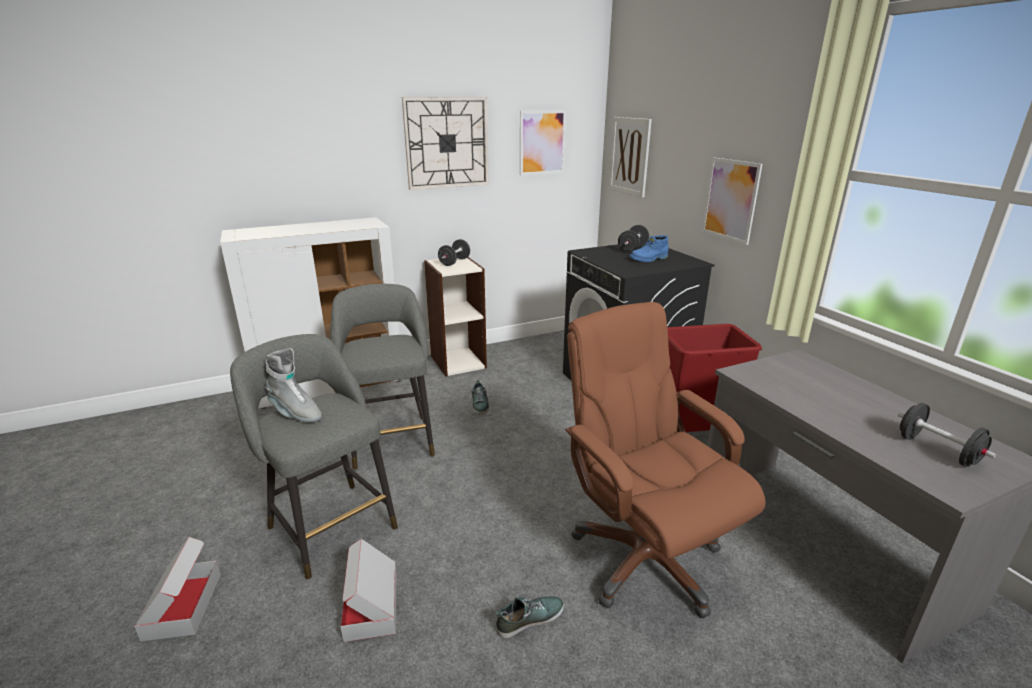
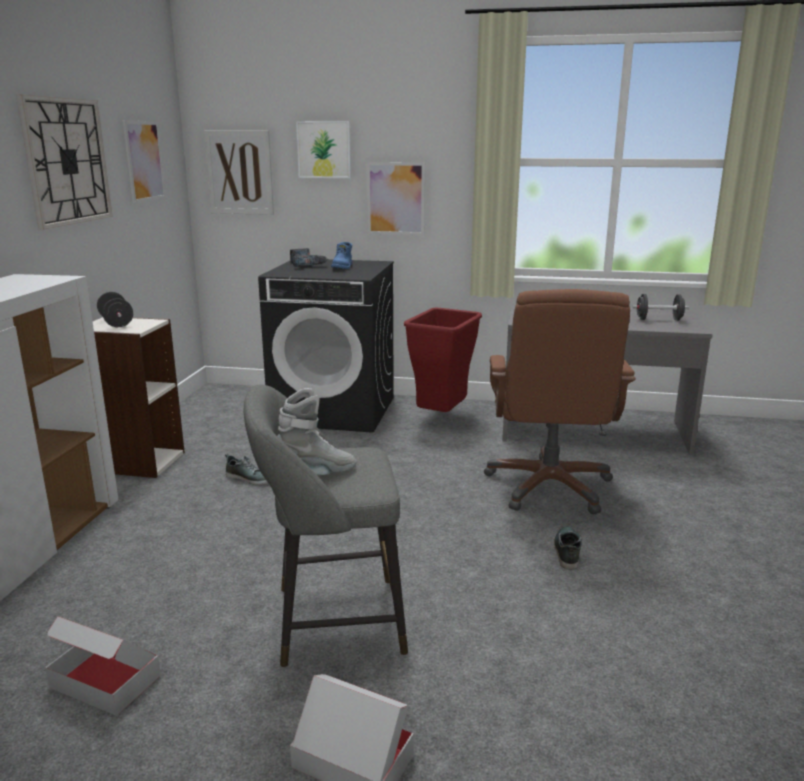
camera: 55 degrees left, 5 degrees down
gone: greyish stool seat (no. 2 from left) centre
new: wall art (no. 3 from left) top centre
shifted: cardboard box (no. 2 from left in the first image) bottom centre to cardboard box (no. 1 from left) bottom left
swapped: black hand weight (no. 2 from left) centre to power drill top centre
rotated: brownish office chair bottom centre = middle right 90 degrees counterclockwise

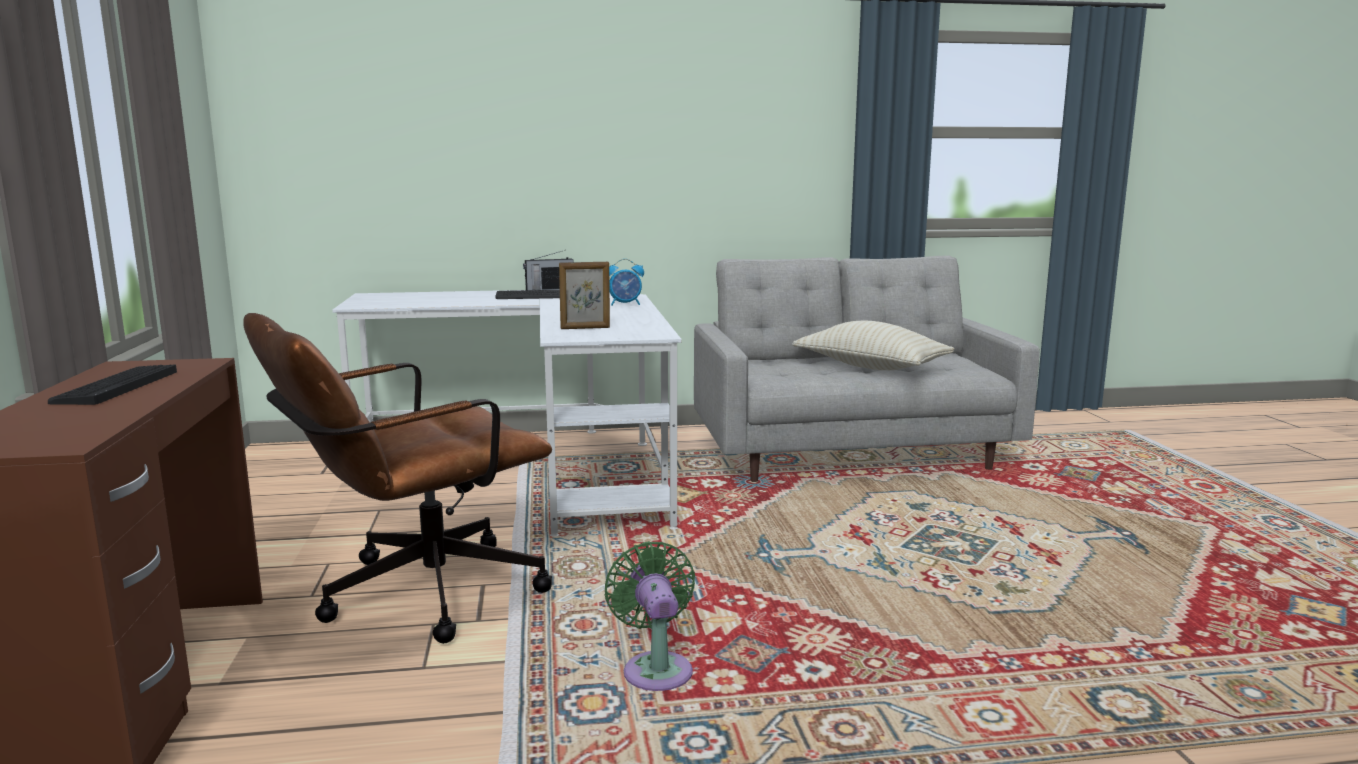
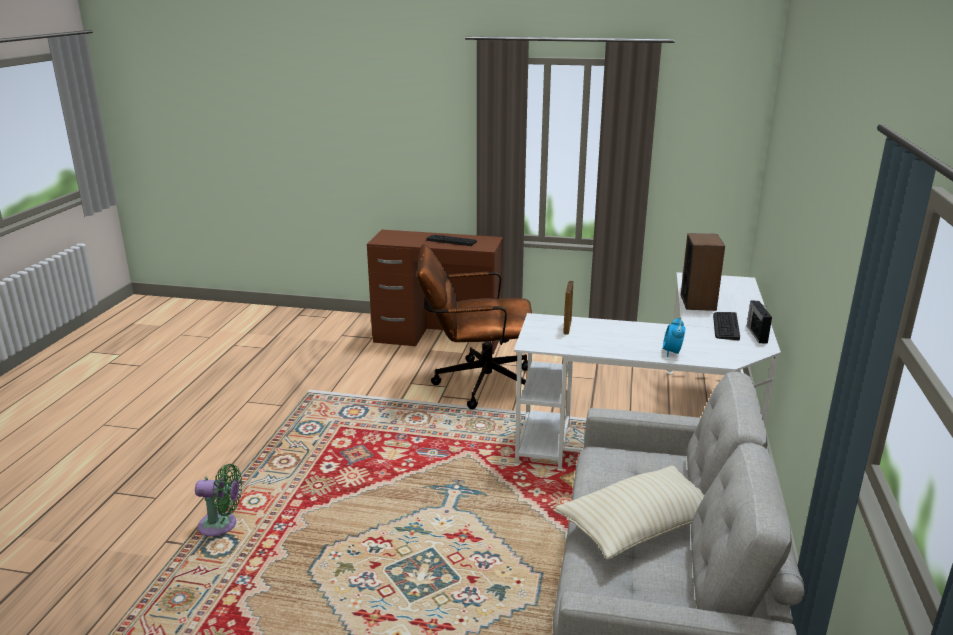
camera: 110 degrees right, 10 degrees up
new: audio speaker middle right
shifted: green-coloured fan bottom centre to bottom left
rotated: brownish office chair middle left = centre 75 degrees counterclockwise

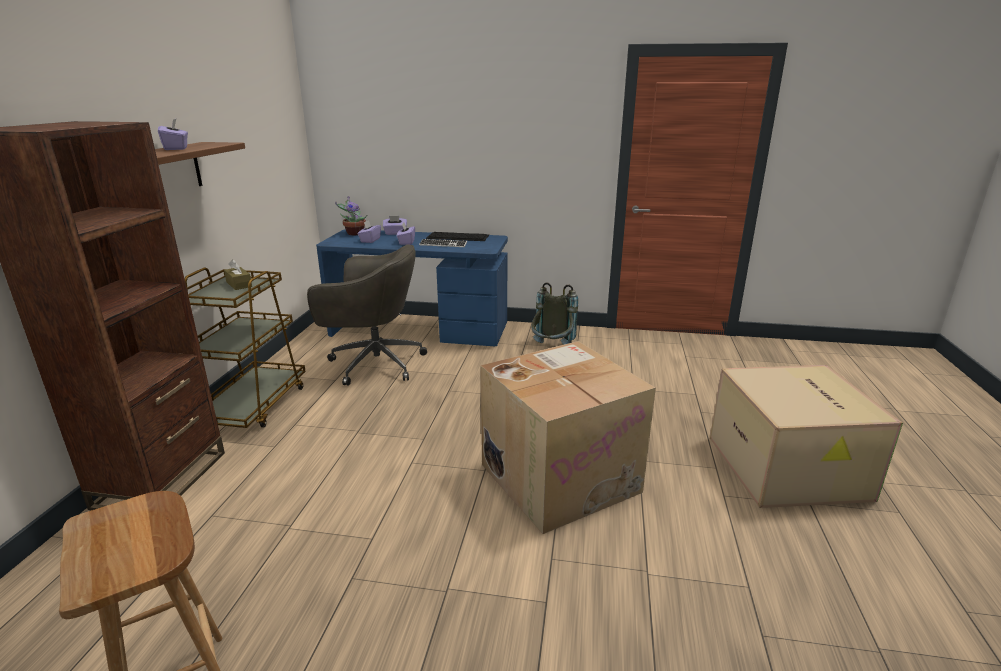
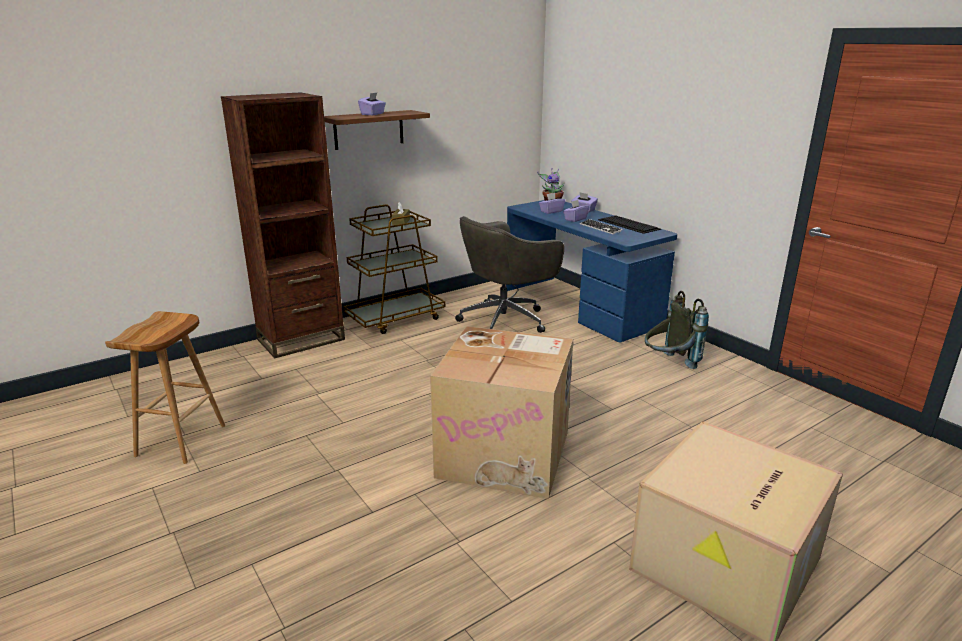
camera: 45 degrees right, 0 degrees up
rotated: greyish office chair centre = centre 90 degrees clockwise

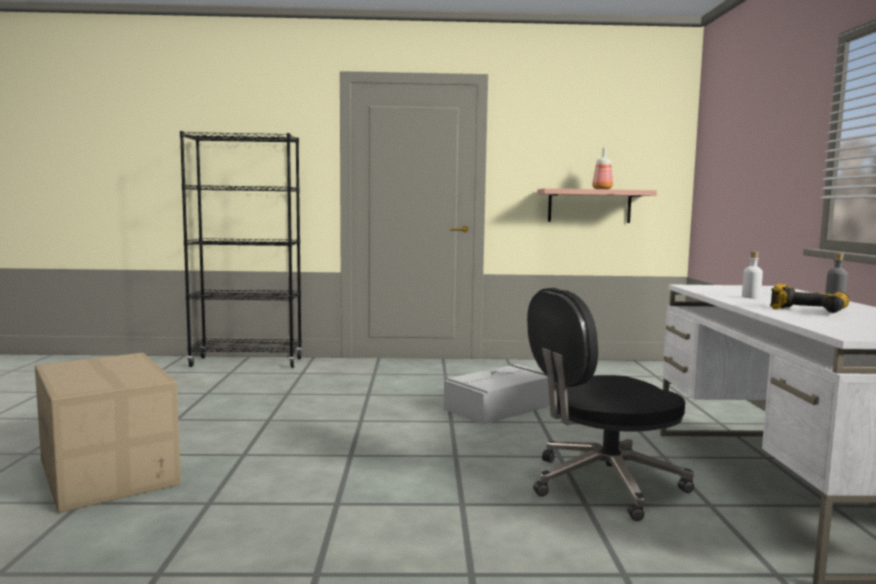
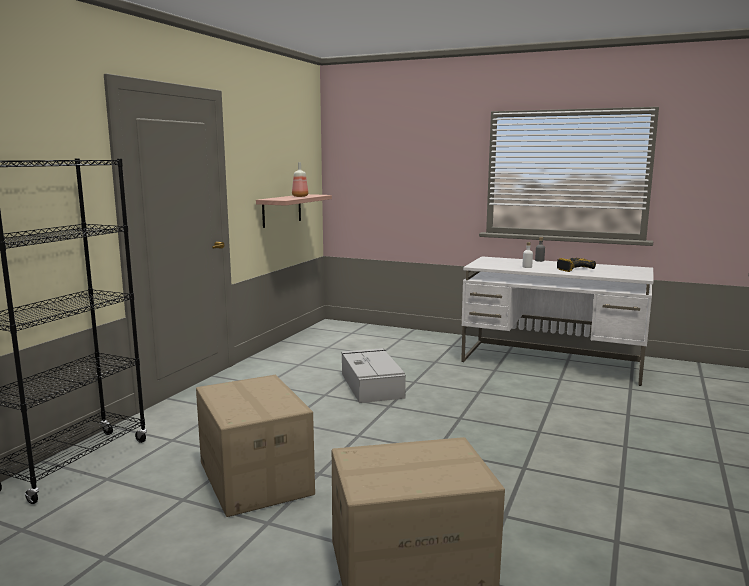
camera: 65 degrees left, 5 degrees up
gone: black office chair bottom right
new: cardboard box (no. 1 from left) bottom centre

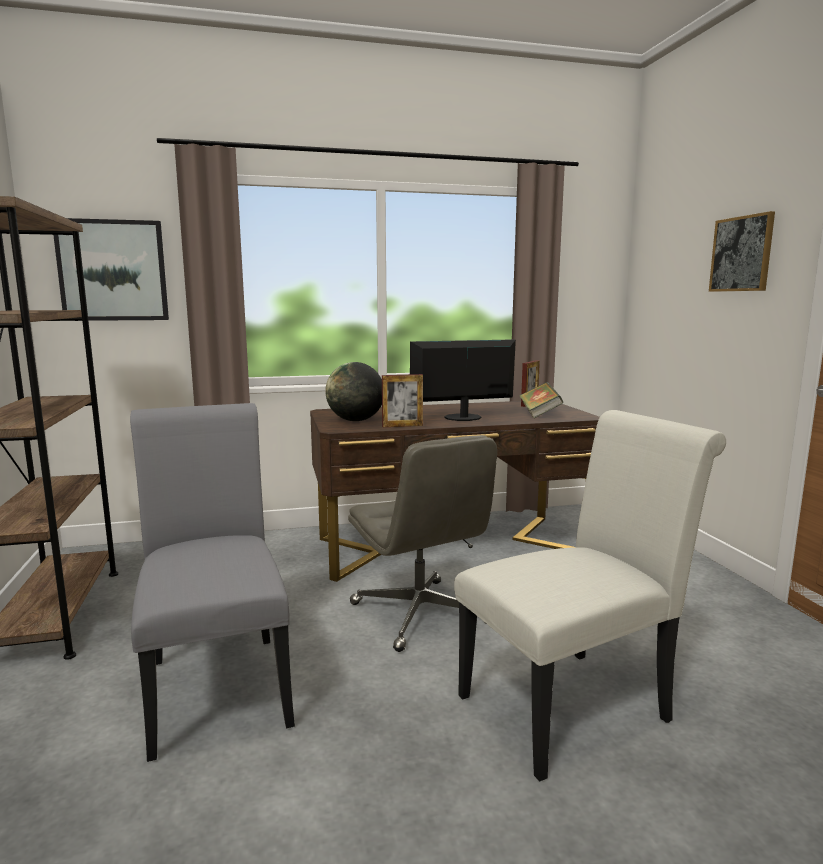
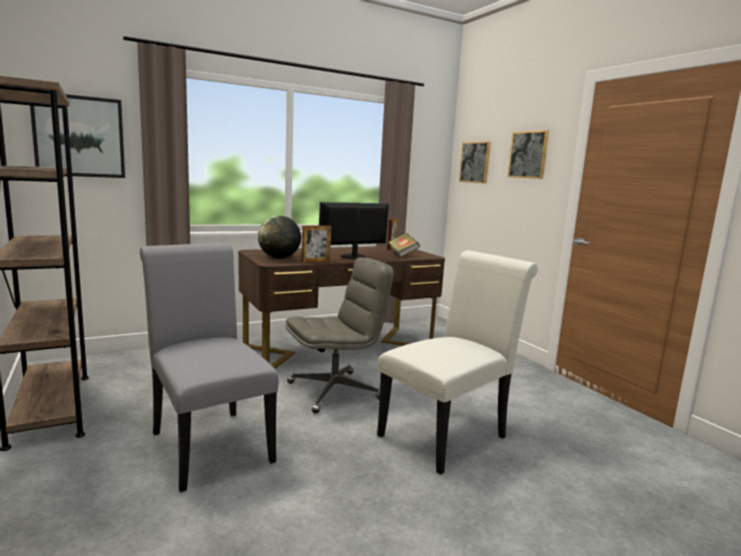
camera: 15 degrees left, 0 degrees up
new: wall art (no. 2 from left) top centre
rotated: greyish office chair centre = centre 75 degrees counterclockwise

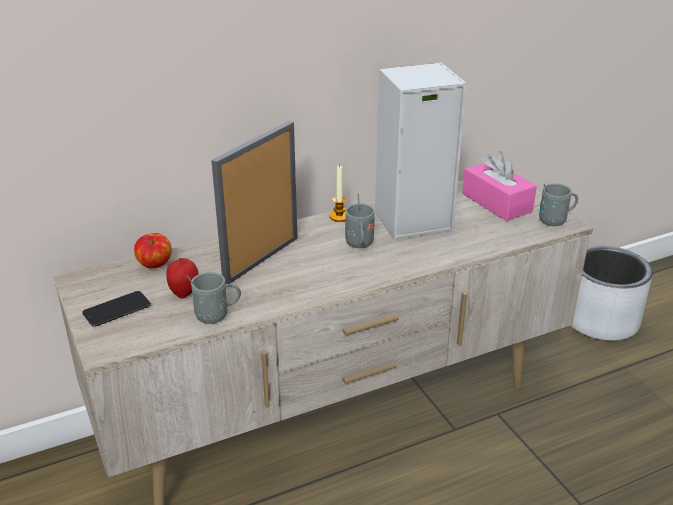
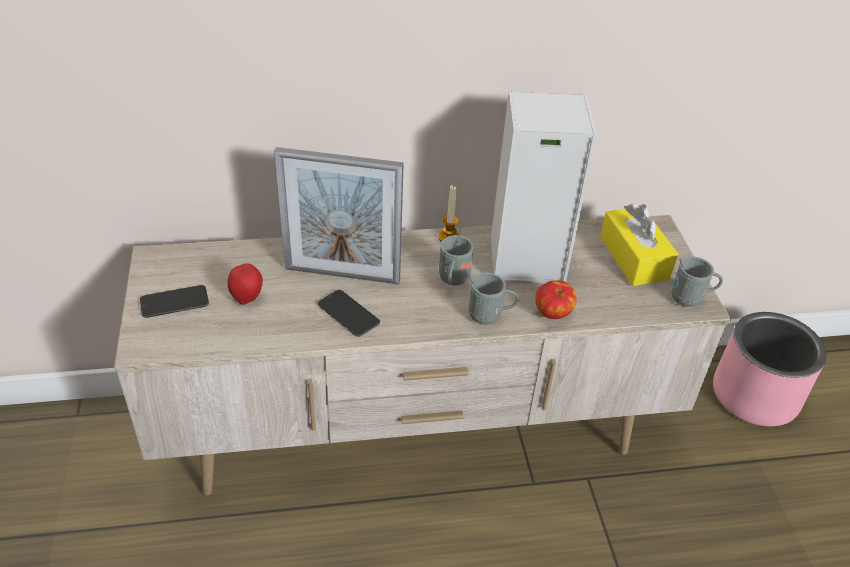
camera: 15 degrees right, 10 degrees up
new: telephone (no. 2 from left) centre
shifted: whole apple (no. 1 from left in the first image) middle left to whole apple (no. 2 from left) centre; greyish coffee mug (no. 1 from left in the first image) middle left to greyish coffee mug (no. 2 from left) centre
repainted: pink tissue holder middle right to yellowish tissue holder middle right; greyish plant pot middle right to pink plant pot middle right
rotated: photo frame centre = centre 135 degrees counterclockwise

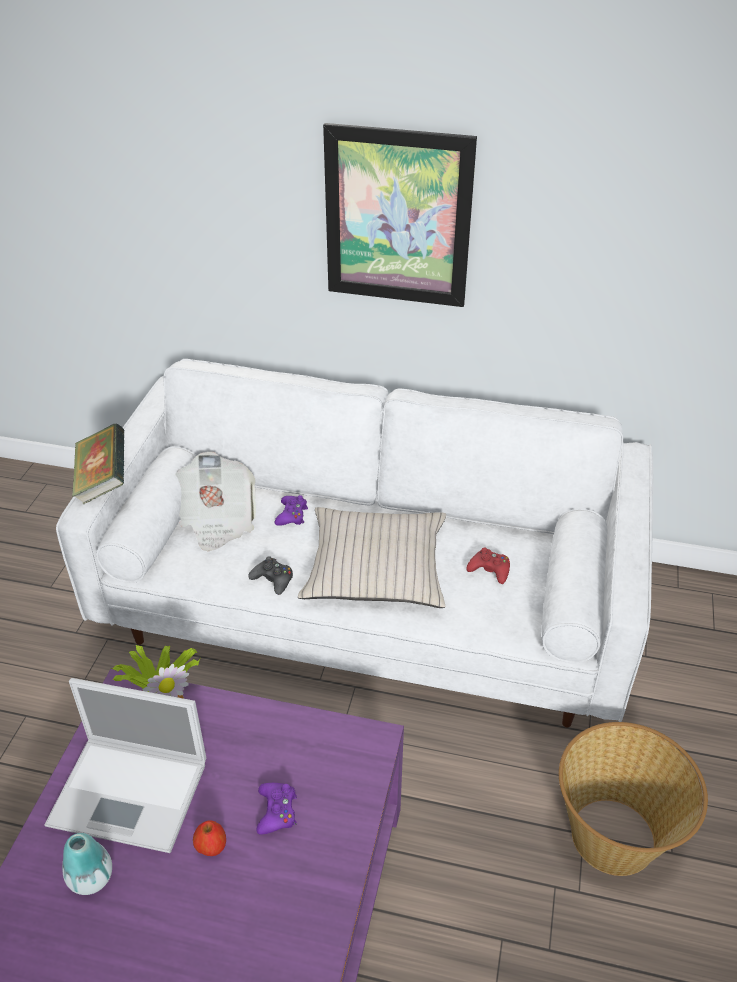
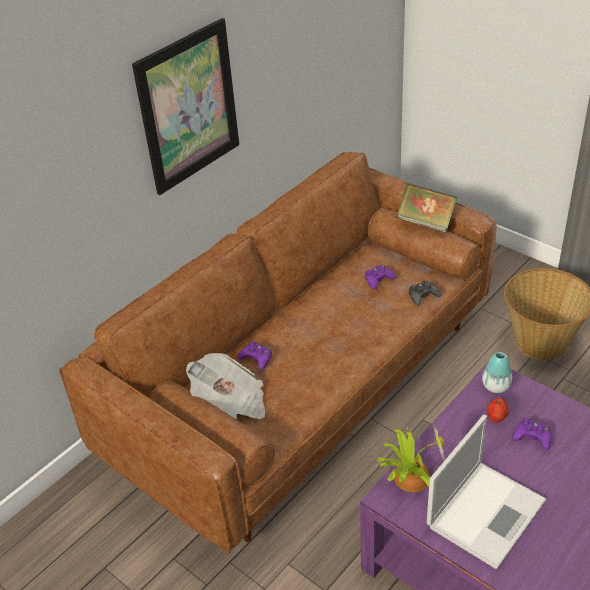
camera: 60 degrees left, 0 degrees up
gone: beige-coloured pillow centre
shifted: vase bottom left to middle right; volume middle left to middle right; whole apple bottom left to bottom right; black gamepad centre to middle right
repainted: white sofa centre to brownish sofa centre; reddish gamepad centre to purple gamepad (no. 2 from left) centre

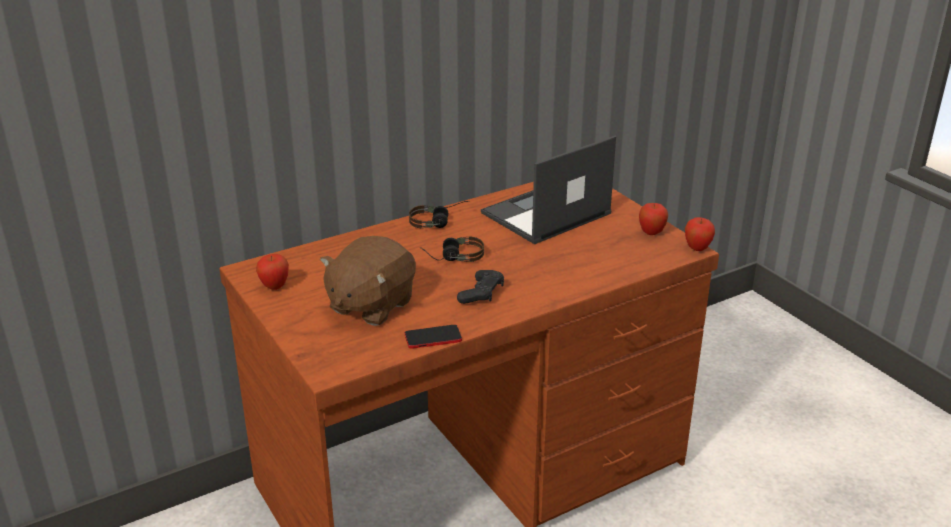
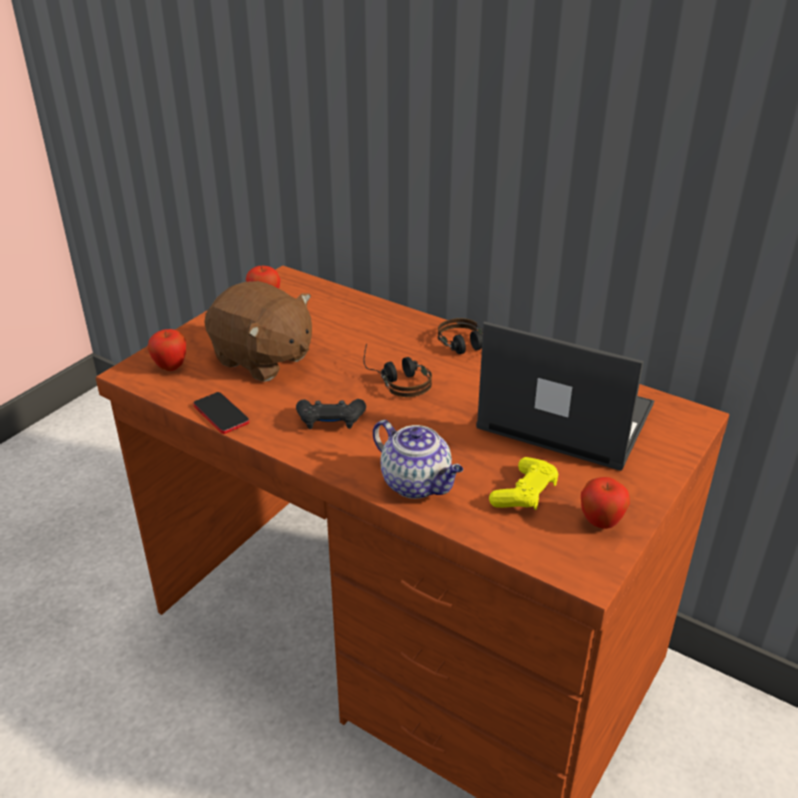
camera: 65 degrees right, 5 degrees up
new: tea pot centre; yellowish gamepad centre
shifted: whole apple (no. 3 from left in the first image) middle right to whole apple (no. 1 from left) middle left
rotated: brownish cuddly toy centre = middle left 150 degrees counterclockwise

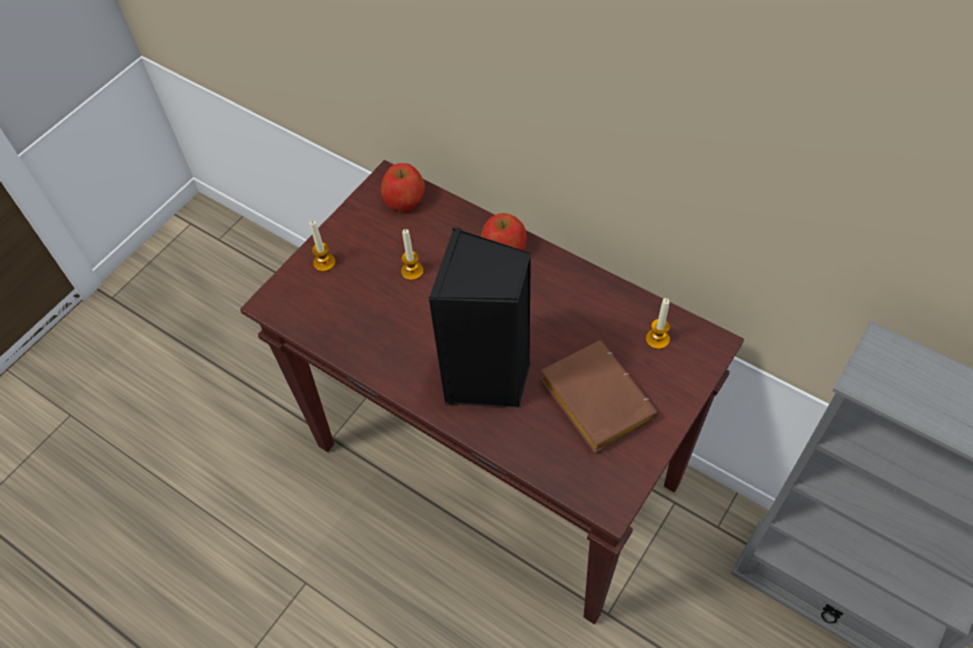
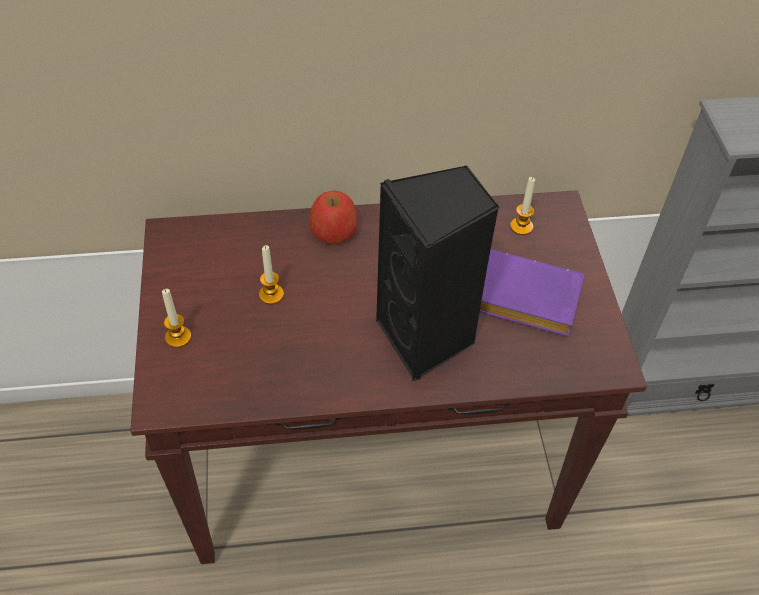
camera: 45 degrees left, 5 degrees down
gone: whole apple (no. 1 from left) top centre
repainted: brownish volume centre to purple volume middle right

